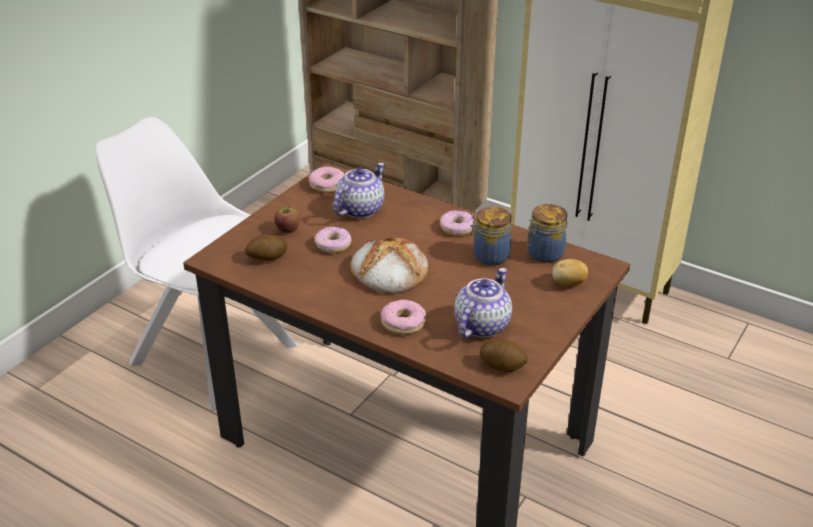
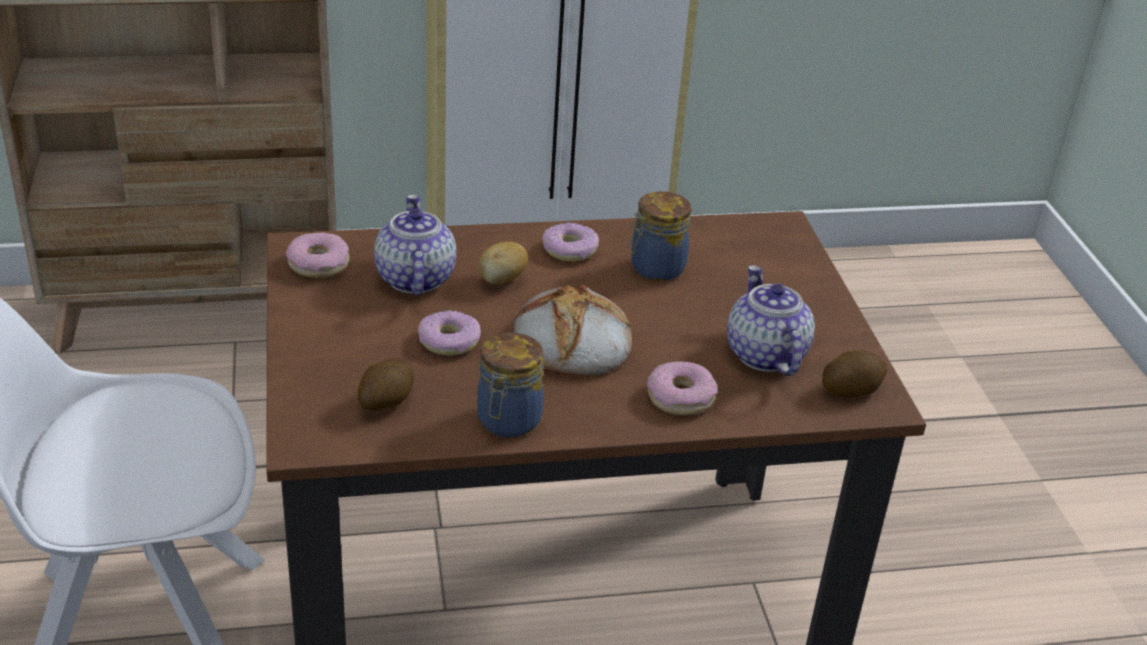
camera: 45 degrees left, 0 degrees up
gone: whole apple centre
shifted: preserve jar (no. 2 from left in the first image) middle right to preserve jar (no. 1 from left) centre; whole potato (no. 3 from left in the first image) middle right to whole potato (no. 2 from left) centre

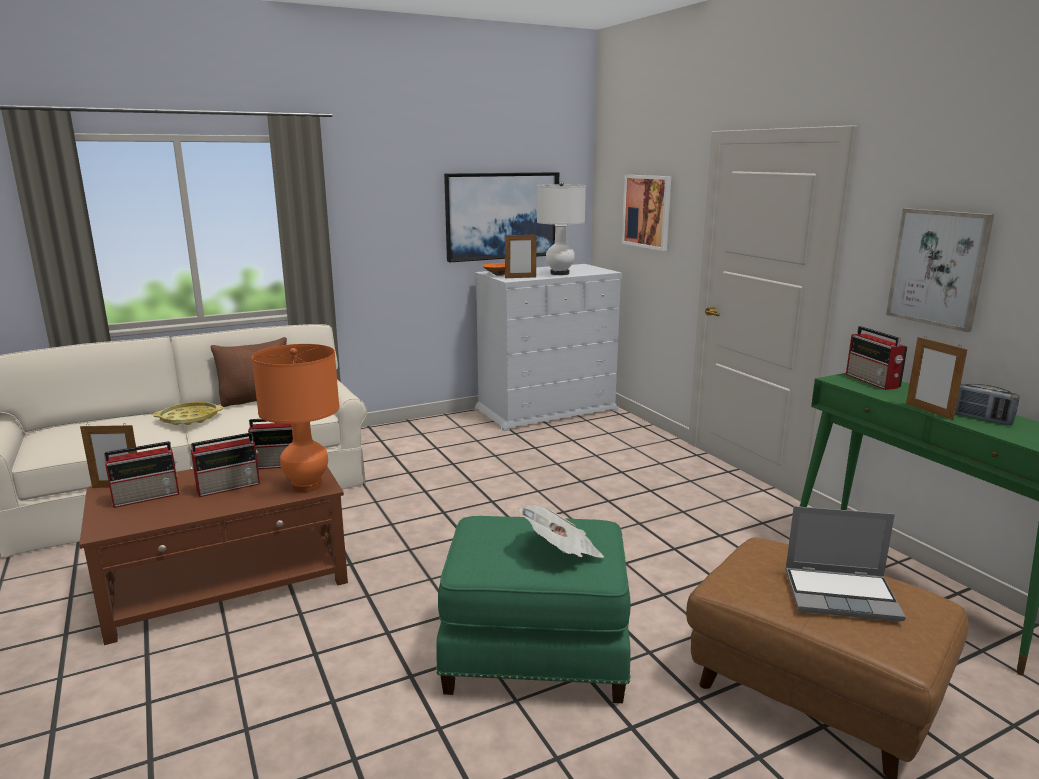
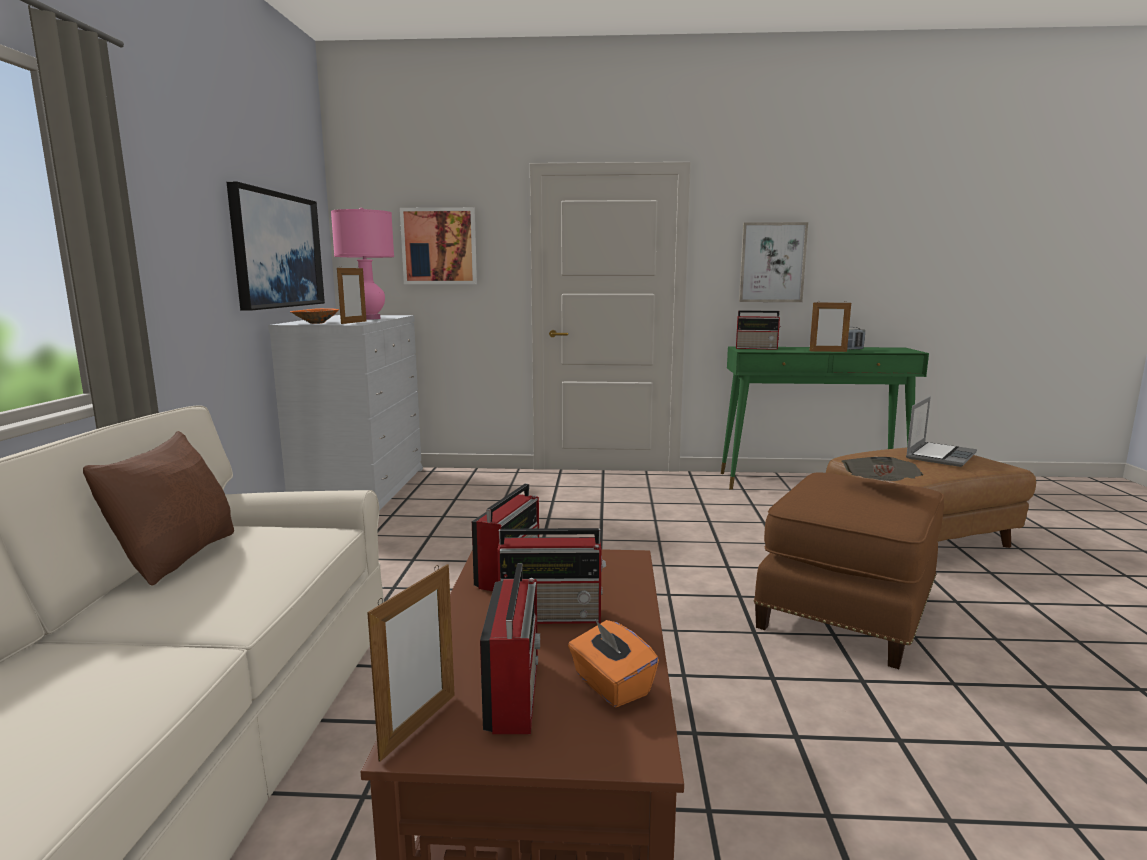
camera: 60 degrees left, 5 degrees down
gone: yellowish tray middle left; orange-coloured tabletop lamp middle left
new: orange-coloured tissue holder bottom centre
repainted: green-coloured footrest bottom centre to brownish footrest (no. 1 from left) middle right; white tabletop lamp top centre to pink tabletop lamp top left
rotated: radio (no. 2 from left in the first image) middle left = bottom centre 90 degrees clockwise

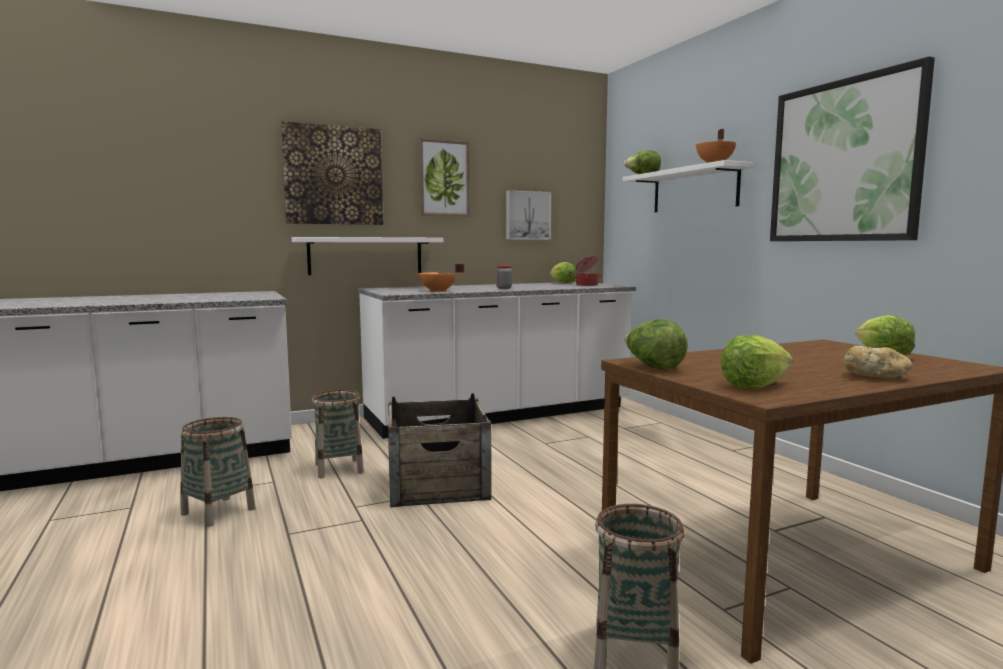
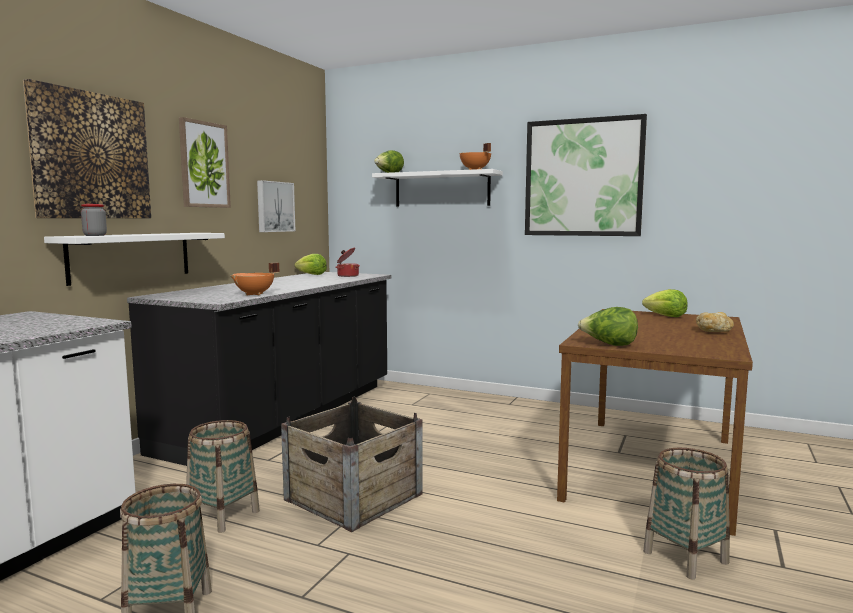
camera: 40 degrees left, 0 degrees up
gone: head of lettuce (no. 4 from left) middle right
shifted: preserve jar centre to middle left
repainted: white kitchen counter (no. 2 from left) centre to black kitchen counter middle left

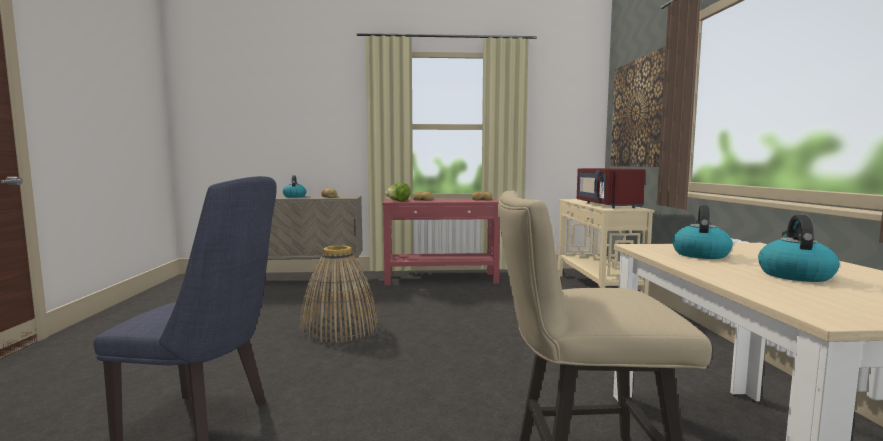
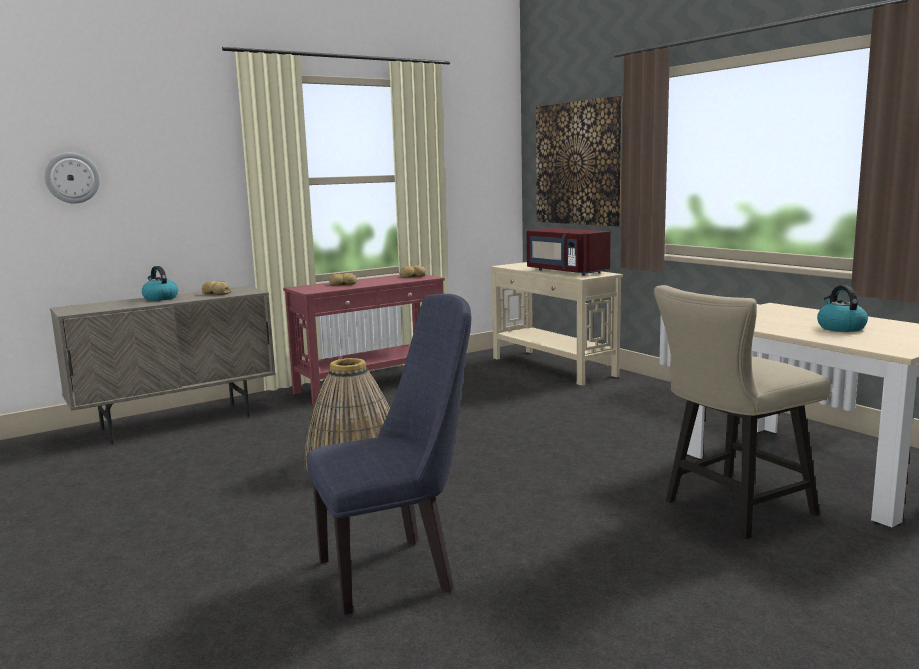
camera: 30 degrees left, 5 degrees up
gone: head of lettuce centre; tea kettle (no. 2 from left) middle right
new: clock on the wall top left

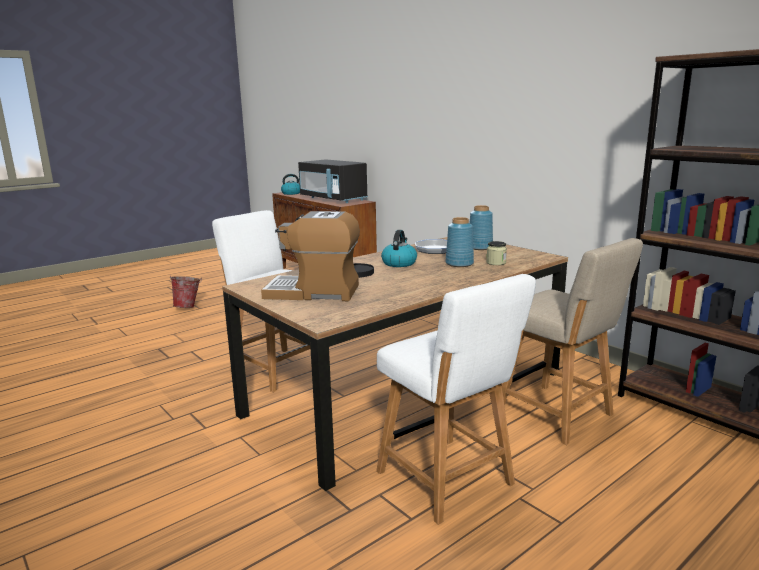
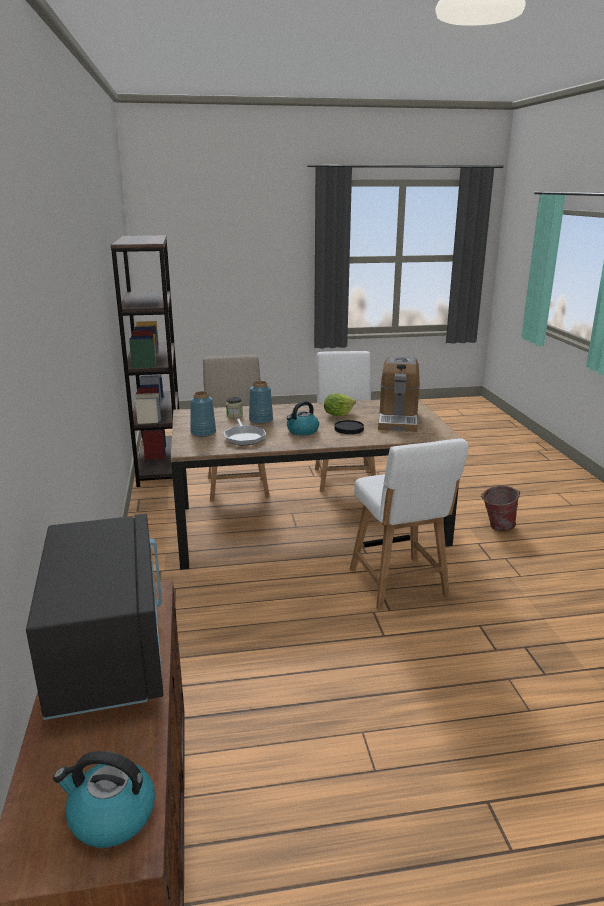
camera: 150 degrees left, 5 degrees up
new: head of lettuce centre
shifted: water bucket middle left to middle right
rotated: coffee brewer centre = centre 60 degrees clockwise

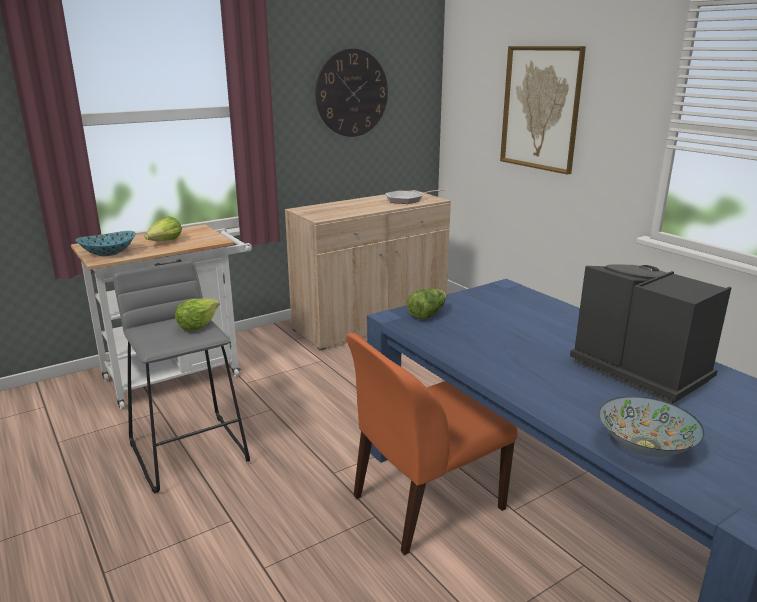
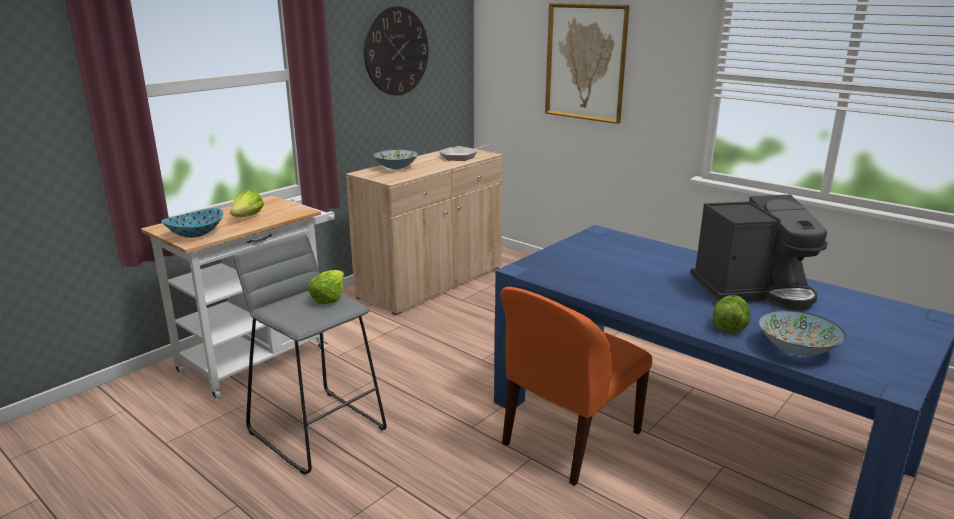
camera: 15 degrees left, 0 degrees up
new: serving bowl (no. 2 from left) top centre
shifted: head of lettuce (no. 3 from left) centre to middle right
rotated: coffee brewer middle right = middle right 135 degrees clockwise

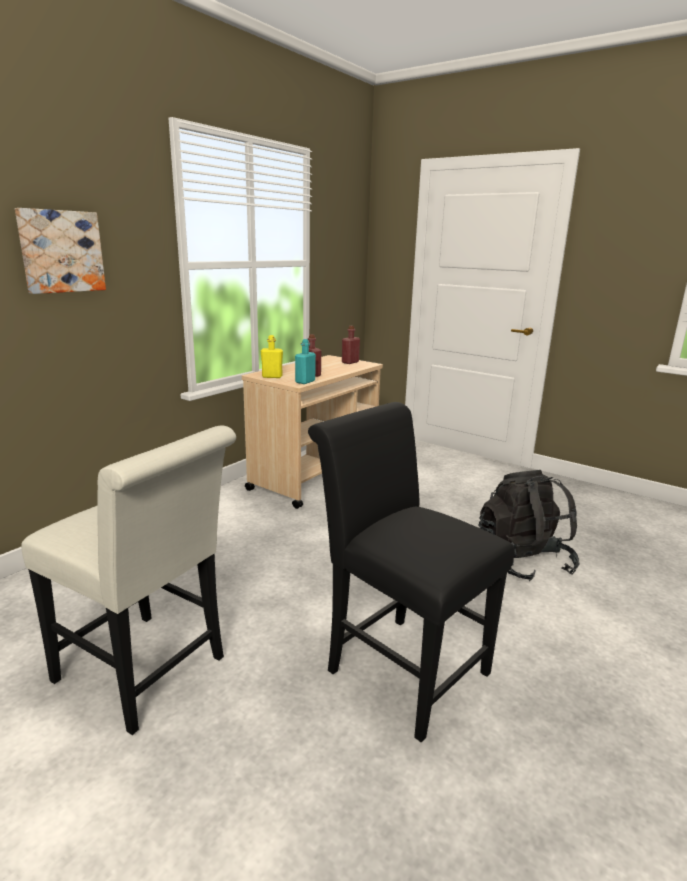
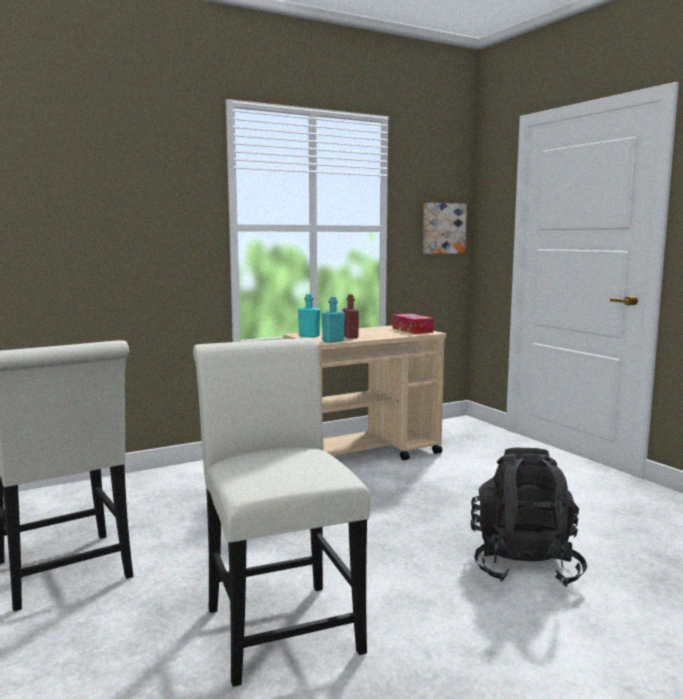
camera: 25 degrees right, 10 degrees down
shifted: wall art top left to top centre
swapped: reddish bottle (no. 2 from left) centre to tissue holder centre
repainted: yellowish bottle centre to turquoise-coloured bottle (no. 1 from left) centre; black chair centre to white chair (no. 2 from left) bottom centre

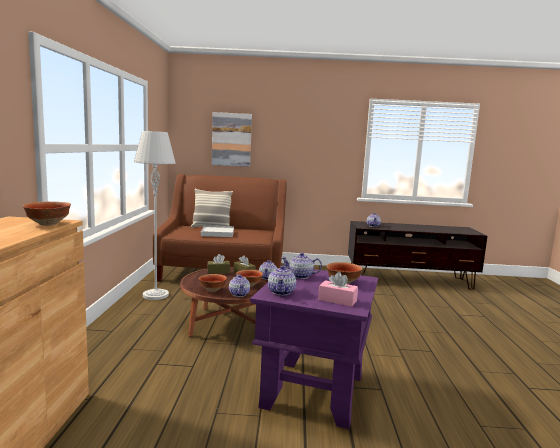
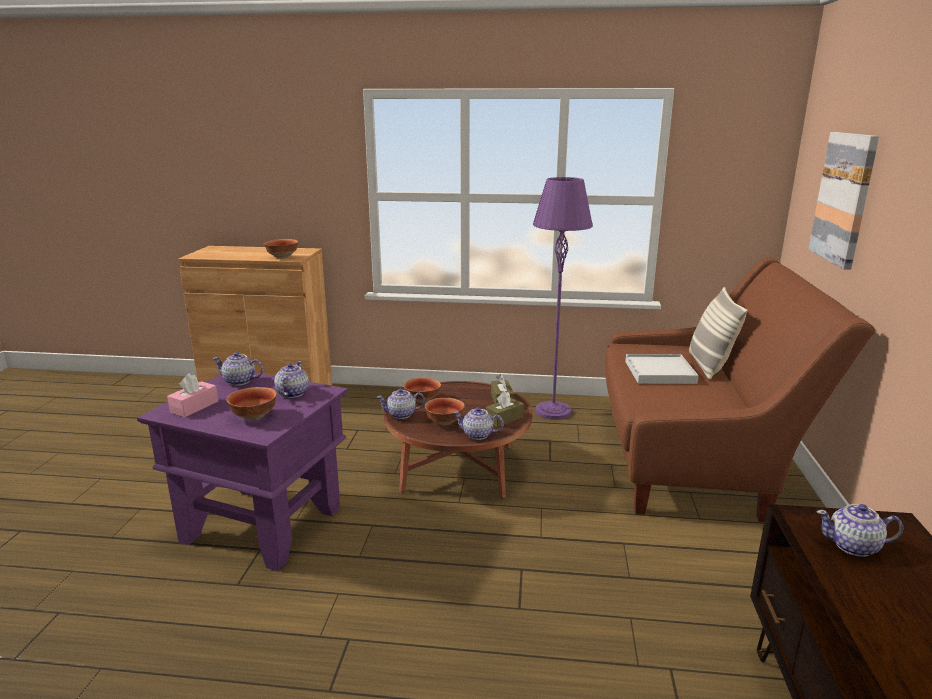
camera: 95 degrees right, 10 degrees up
repainted: greyish standard lamp middle left to purple standard lamp centre

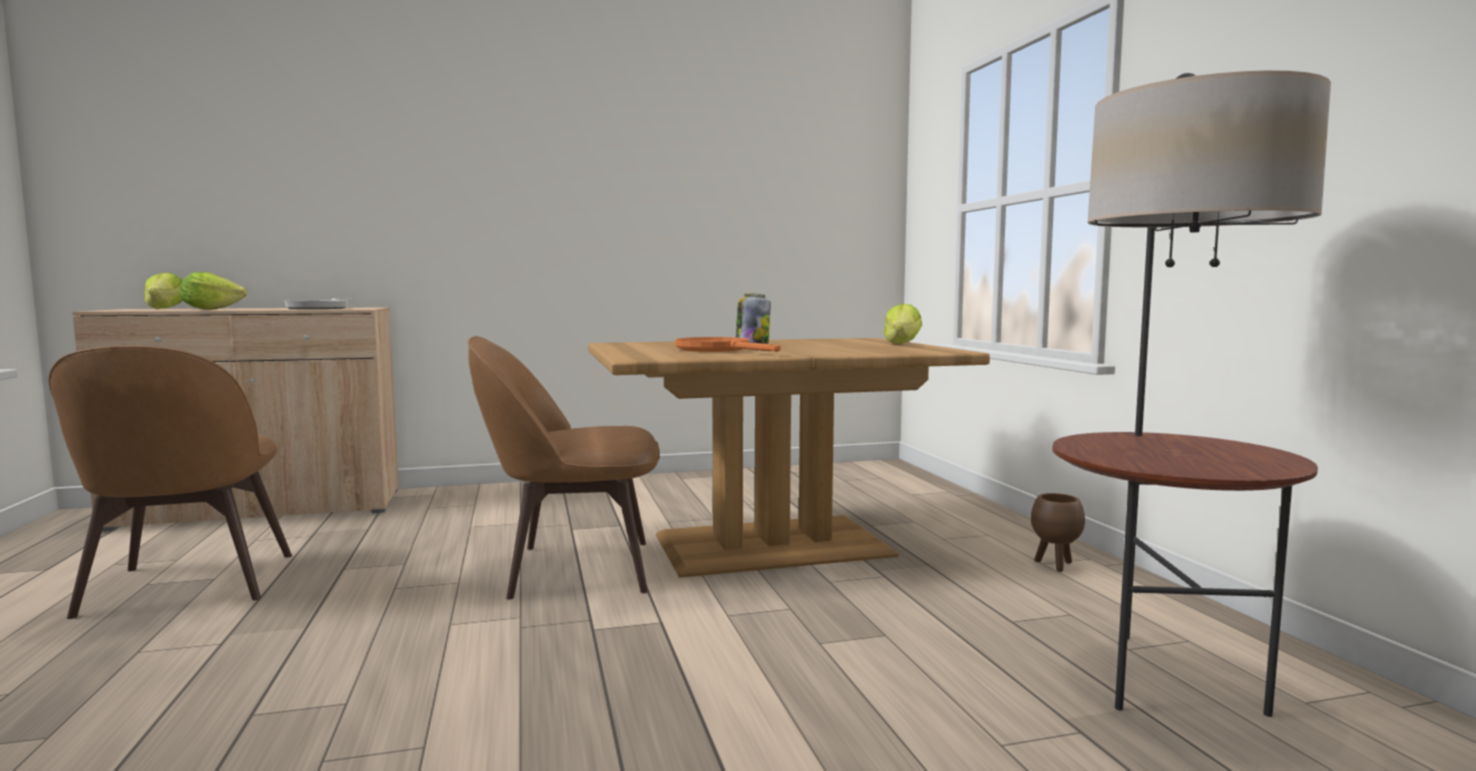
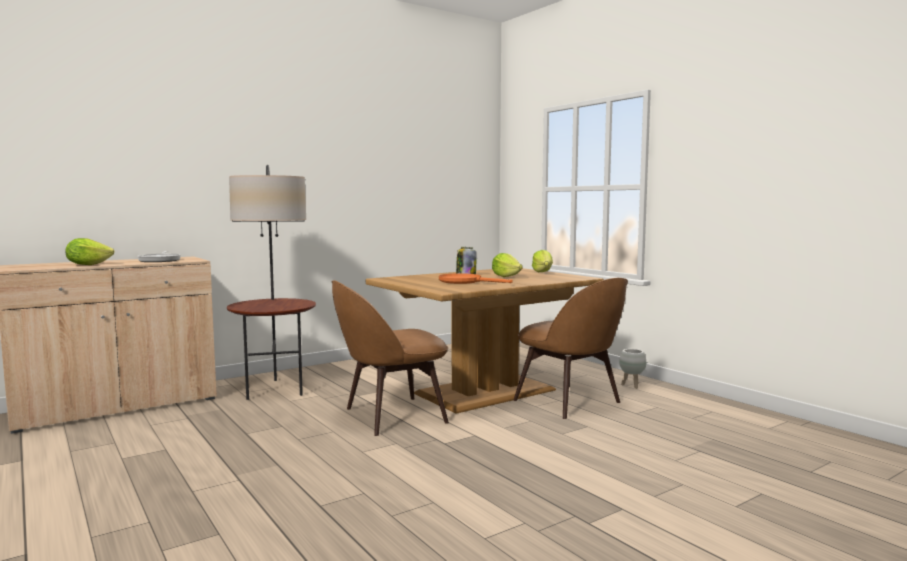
camera: 20 degrees left, 0 degrees up
shifted: brownish chair (no. 1 from left in the first image) middle left to brownish chair (no. 2 from left) centre; head of lettuce (no. 1 from left in the first image) middle left to head of lettuce (no. 2 from left) centre; standard lamp middle right to middle left
repainted: brownish plant pot bottom right to white plant pot middle right

